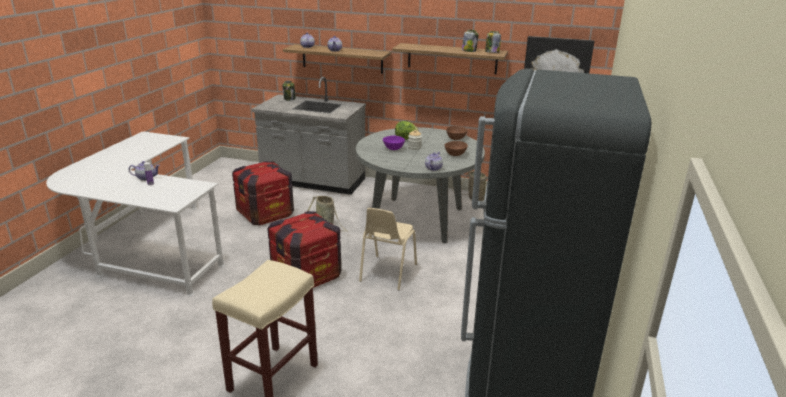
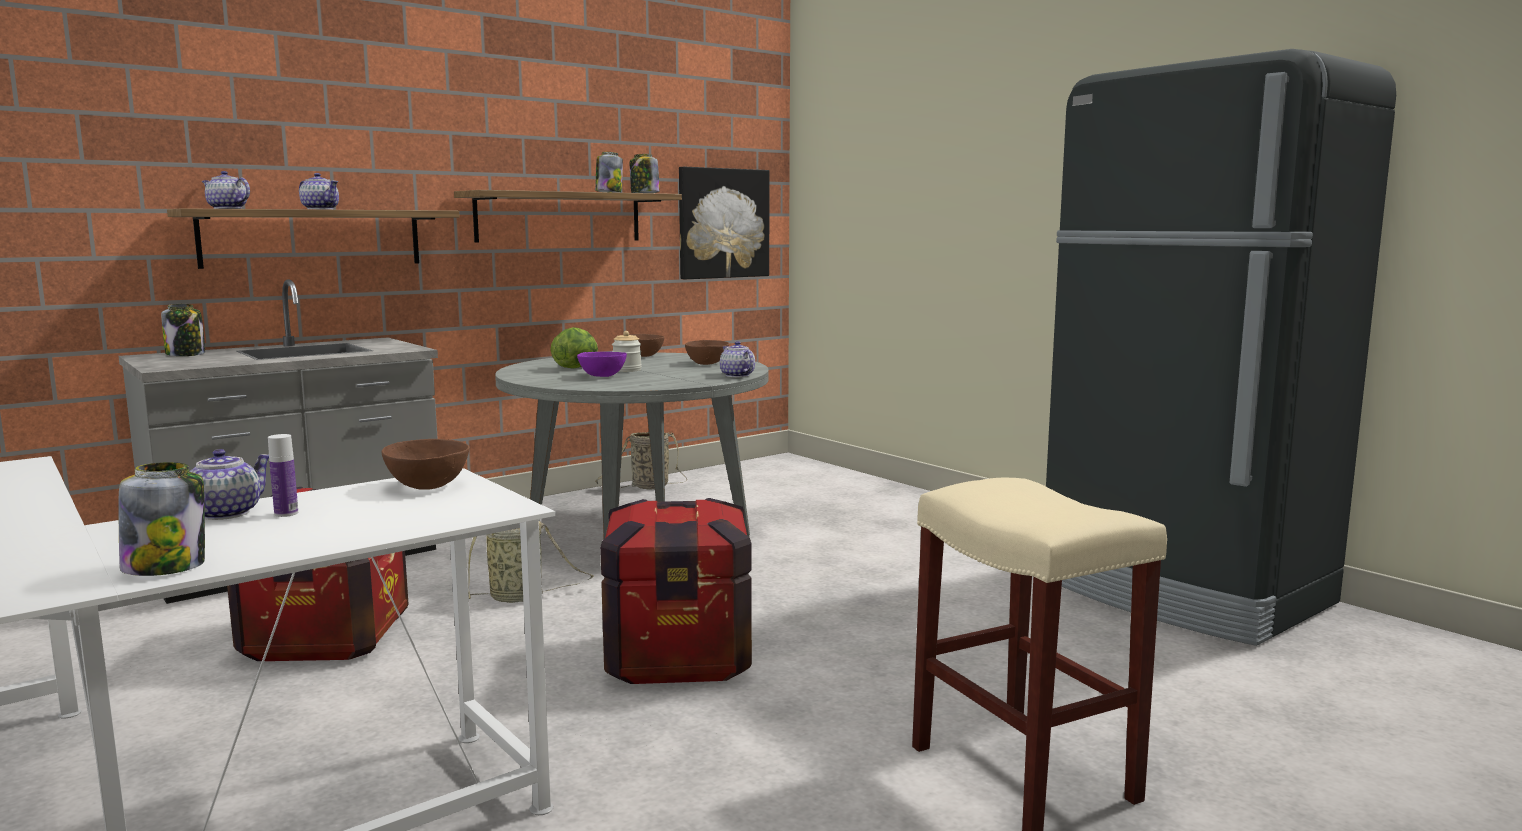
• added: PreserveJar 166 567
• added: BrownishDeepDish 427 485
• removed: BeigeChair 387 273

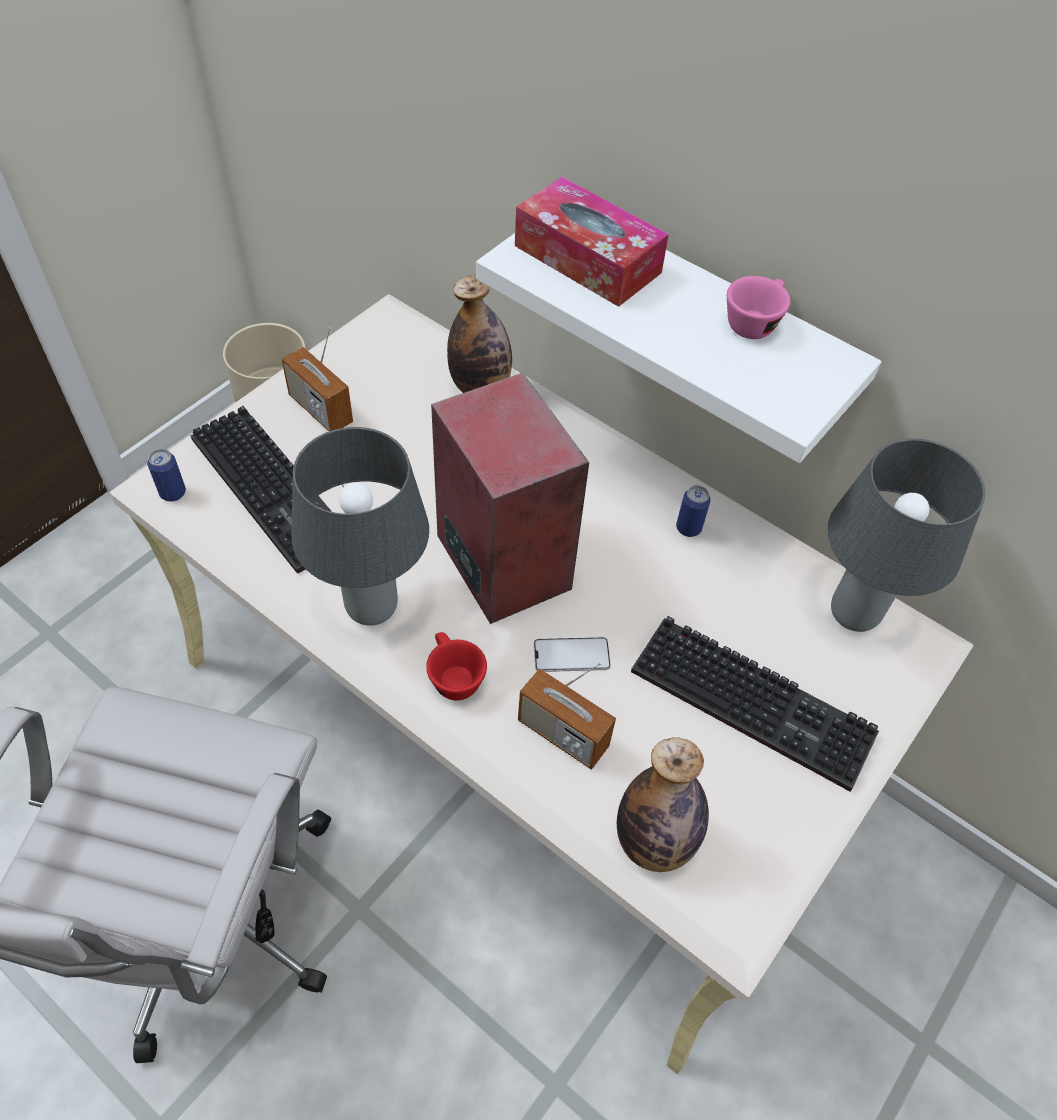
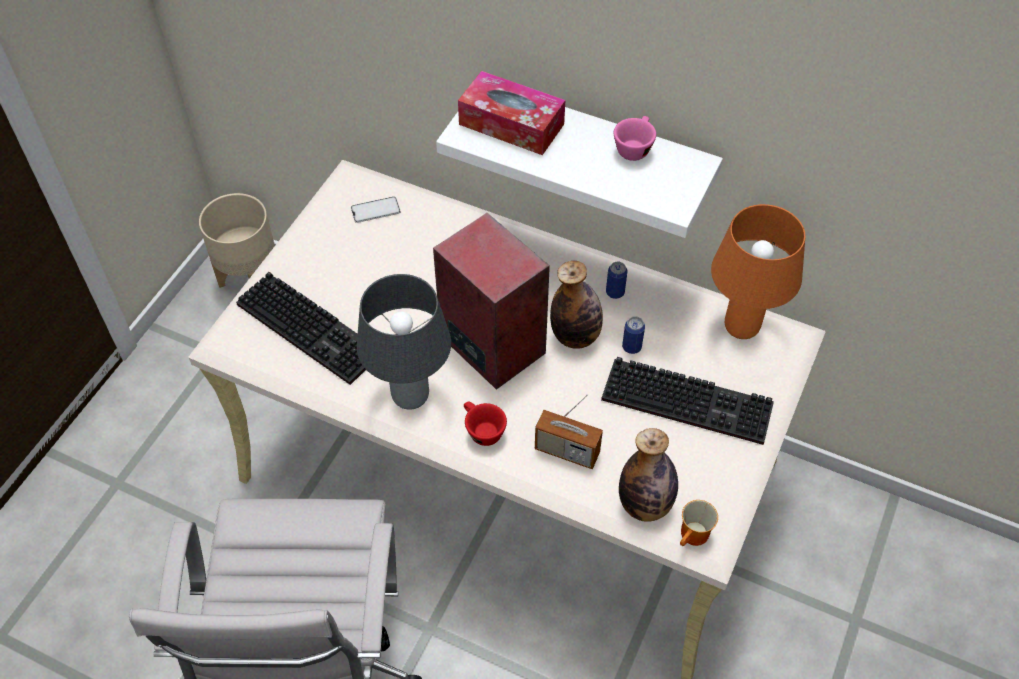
• moved: Handset 571 655 to 375 210
• moved: Bottle 480 386 to 575 336
• moved: MetalCan 173 493 to 631 347
• added: CoffeeMug 694 537
• recoloured: GreyishTableLamp 854 613 to OrangeTableLamp 741 327
• removed: Radio 320 409

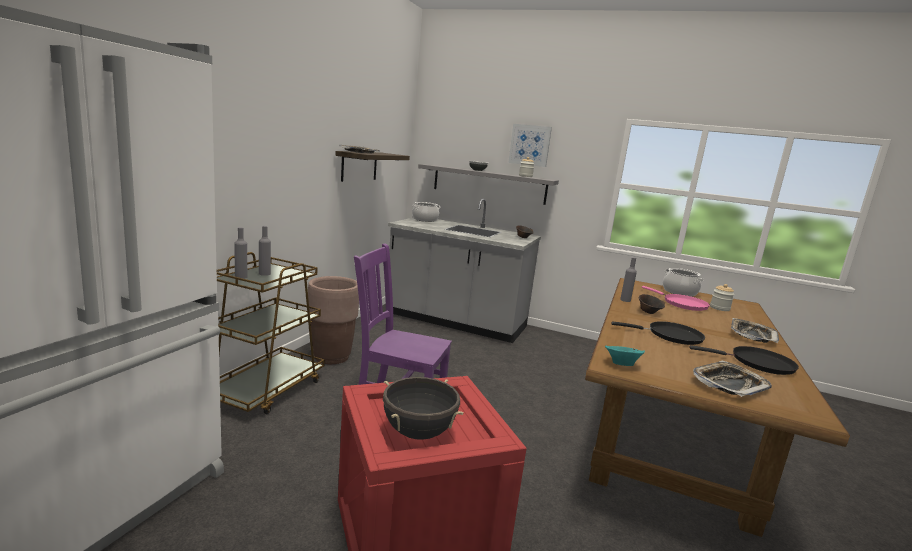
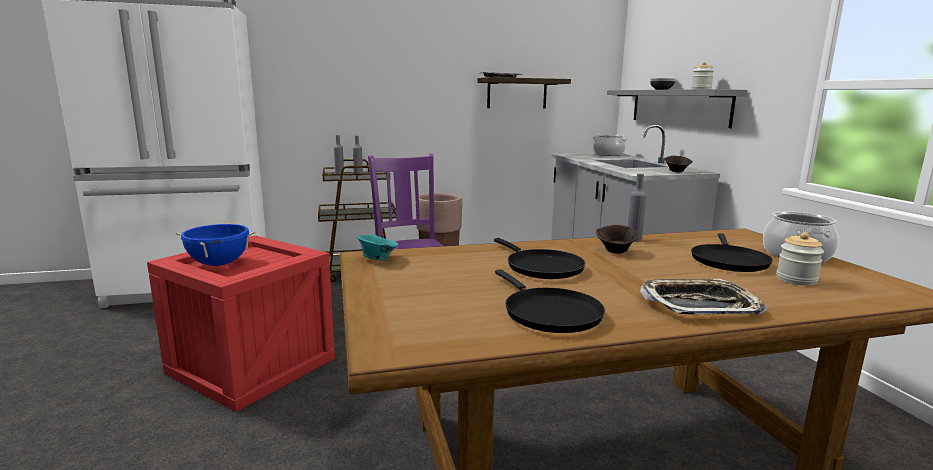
• recoloured: BlackColouredSaucepot 418 432 to BlueColouredSaucepot 219 264
• recoloured: PinkPan 682 304 to BlackColouredPan 728 261
• removed: WallArt 530 145
• removed: Tray 729 384

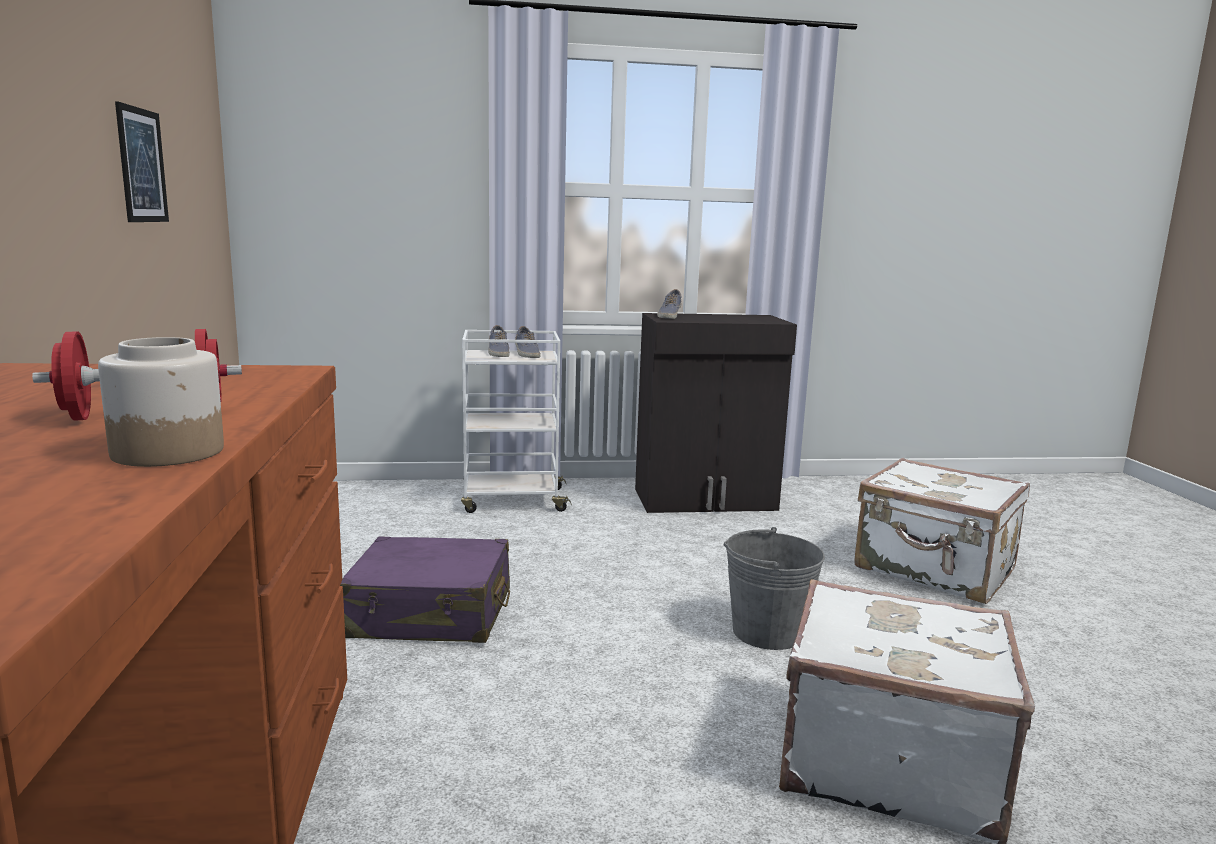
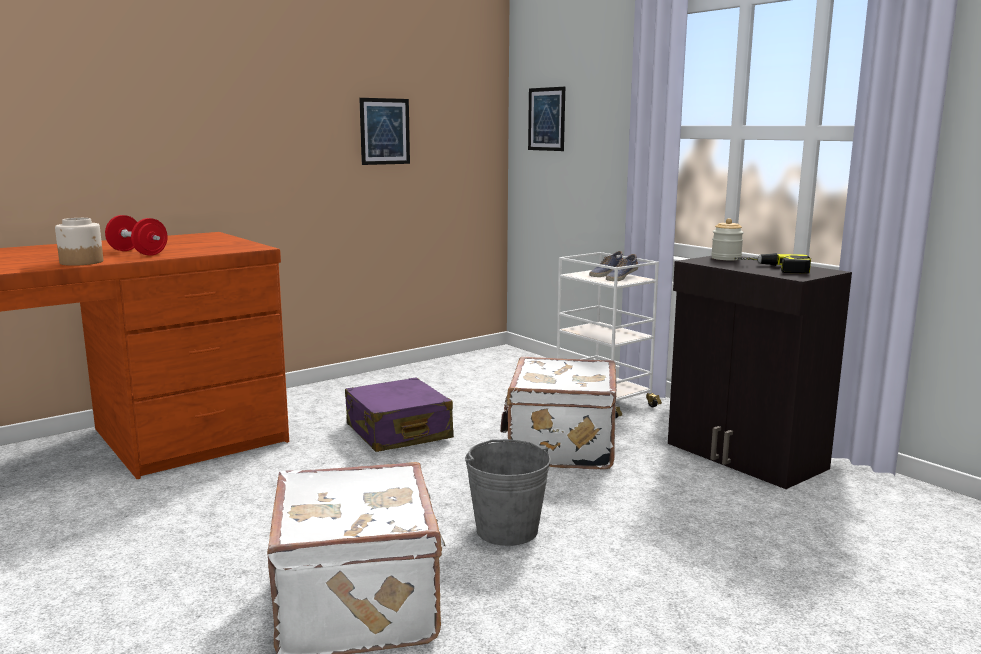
• moved: WhitePieceOfLuggage 934 570 to 559 447
• added: WallArt 546 119
• replaced: LowShoe 669 316 to PreserveJar 726 258
• added: Drill 774 269

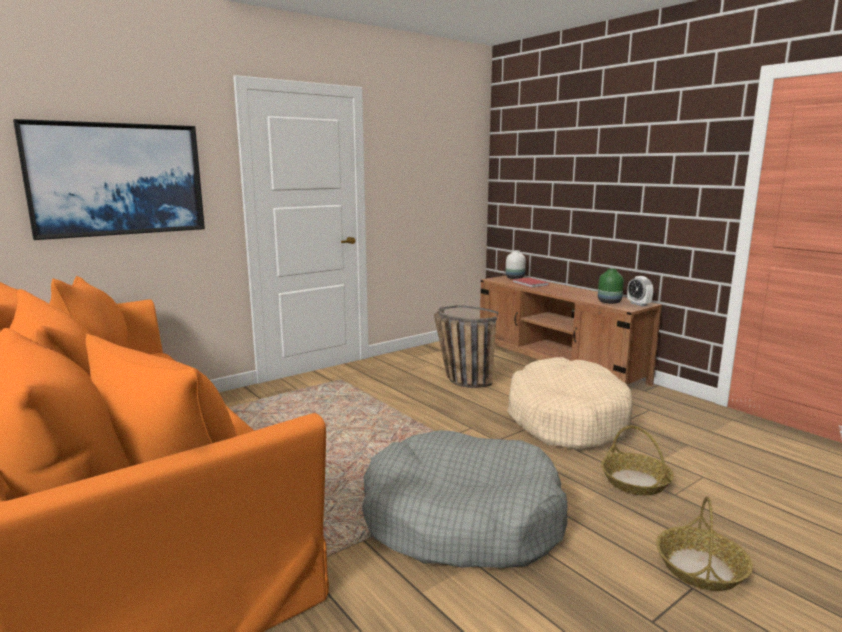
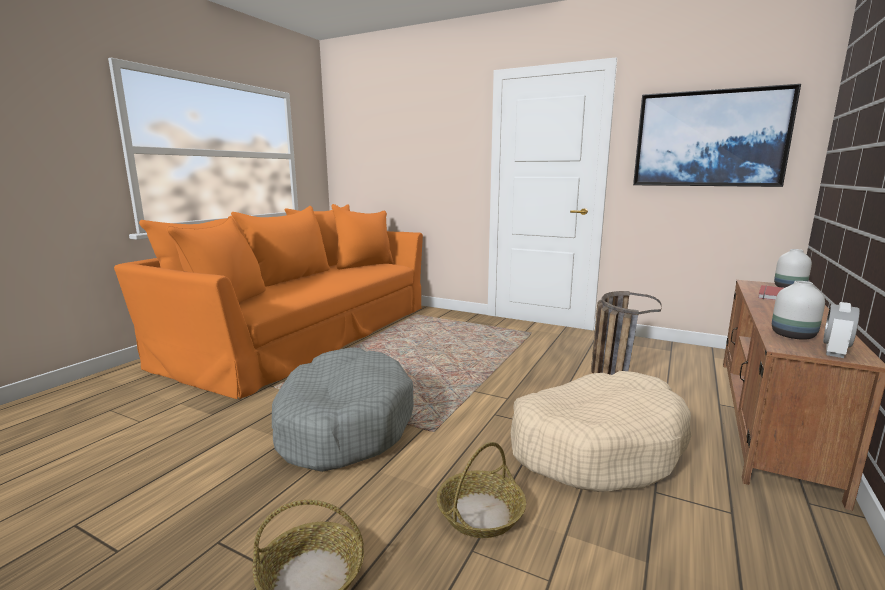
• moved: WallArt 117 179 to 709 139
• recoloured: GreenColouredVase 608 302 to WhiteVase 792 335

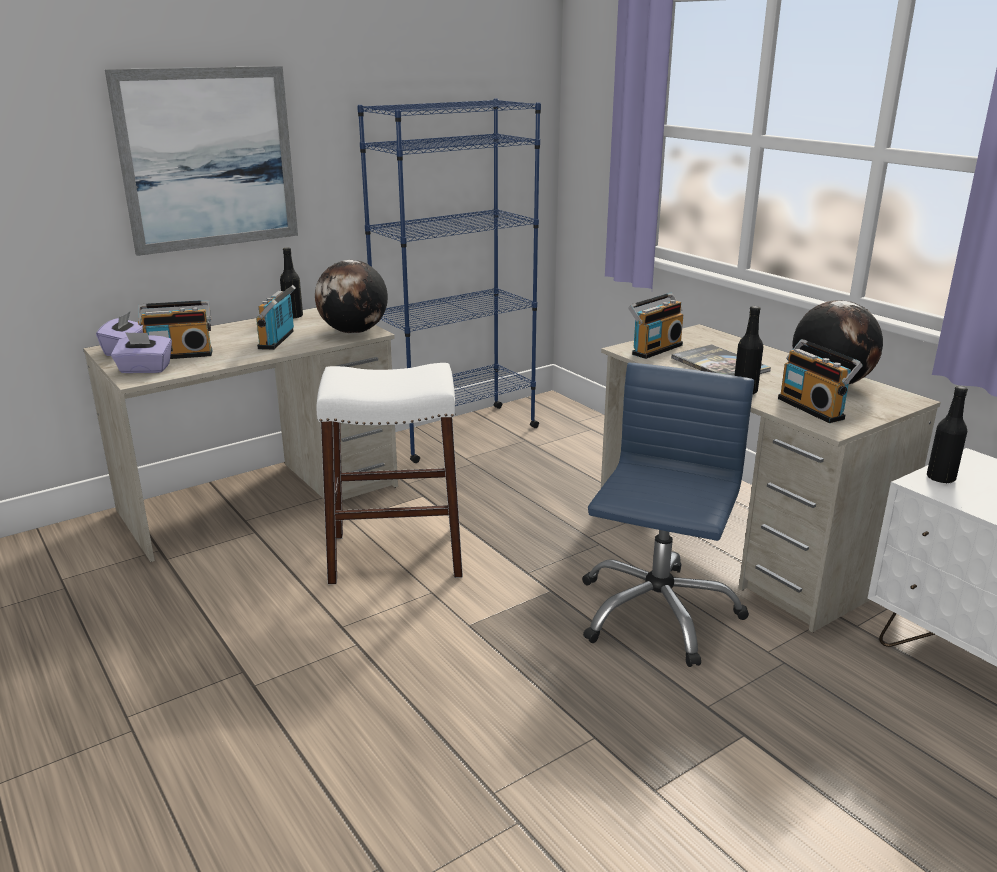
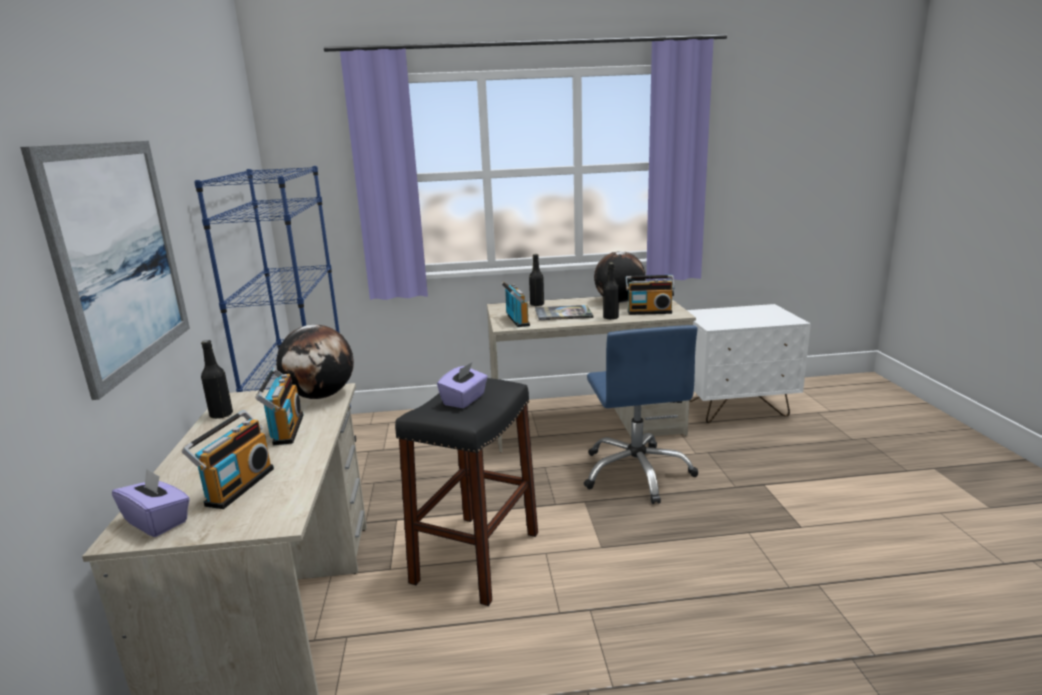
• turned: Radio 279 340 = 285 430 135 degrees counterclockwise
• recoloured: WhiteStoolSeat 395 555 to BlackColouredStoolSeat 476 557
• moved: PurplishBoxOfTissues 145 369 to 464 400
• moved: BlackColouredBottle 940 478 to 537 304
• turned: BlueColouredDeskChair 656 612 = 637 472 150 degrees counterclockwise

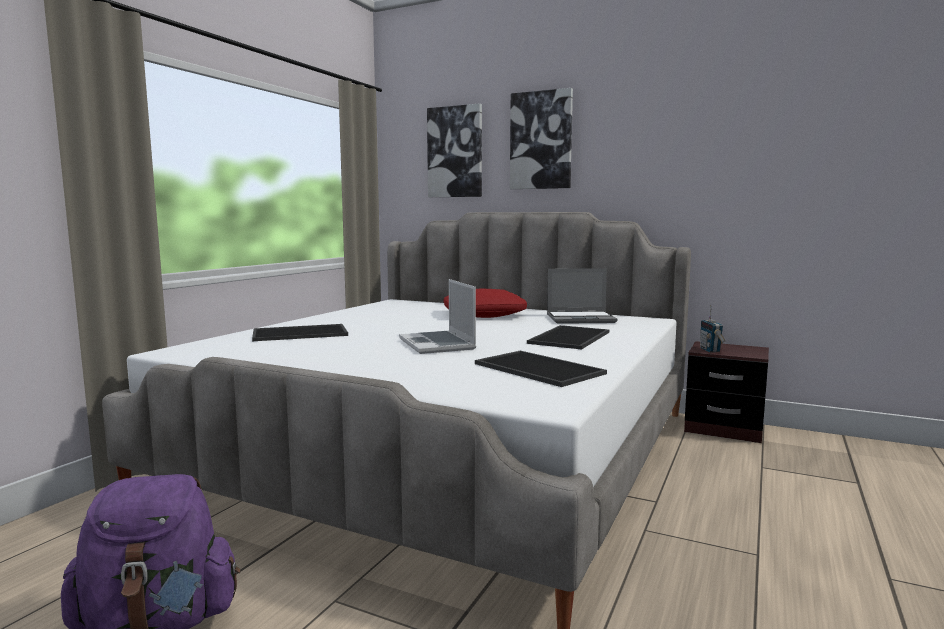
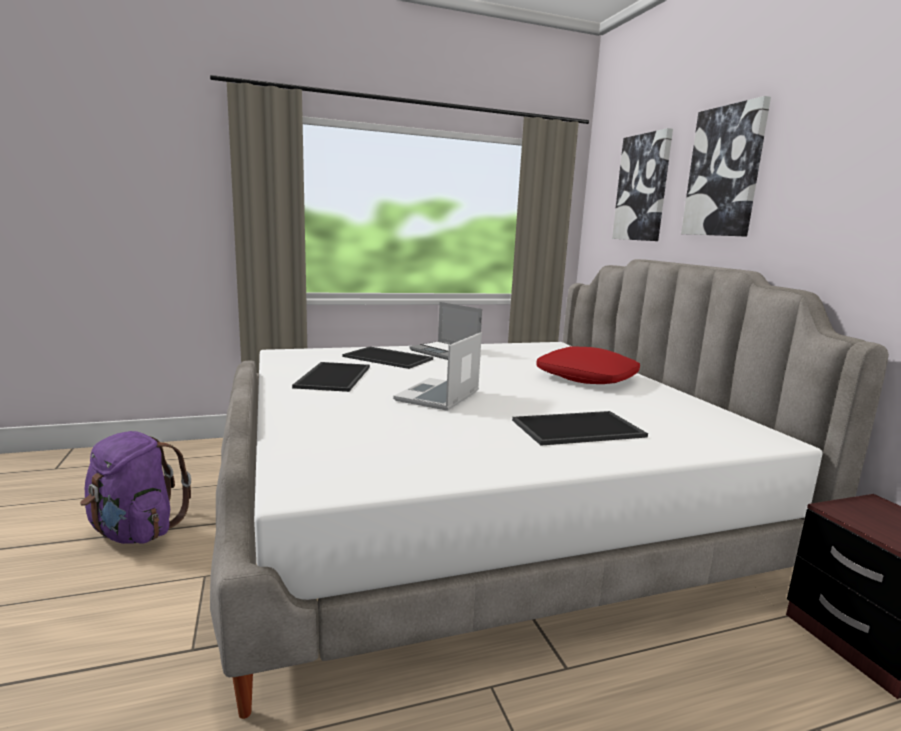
• moved: Tray 536 369 to 332 376
• moved: NotebookComputer 581 319 to 446 352
• removed: Radio 710 350

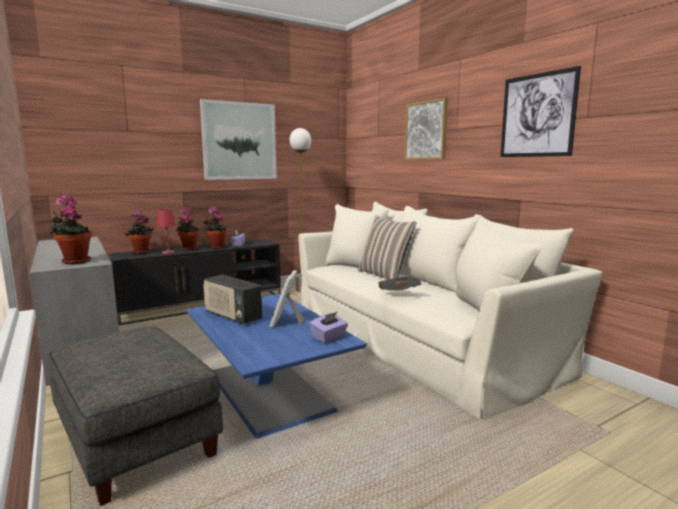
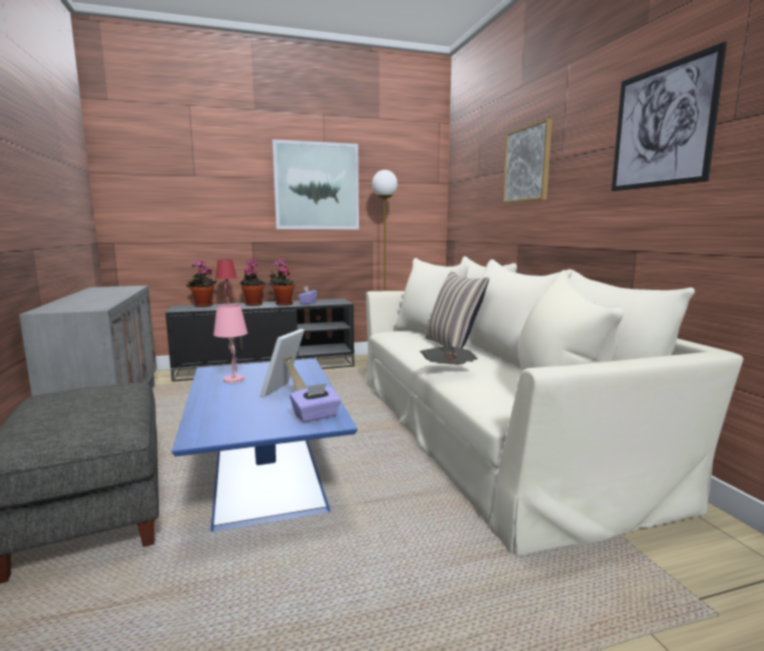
• replaced: Radio 232 316 to PinkTableLamp 234 380
• removed: PlantInAPot 74 261

